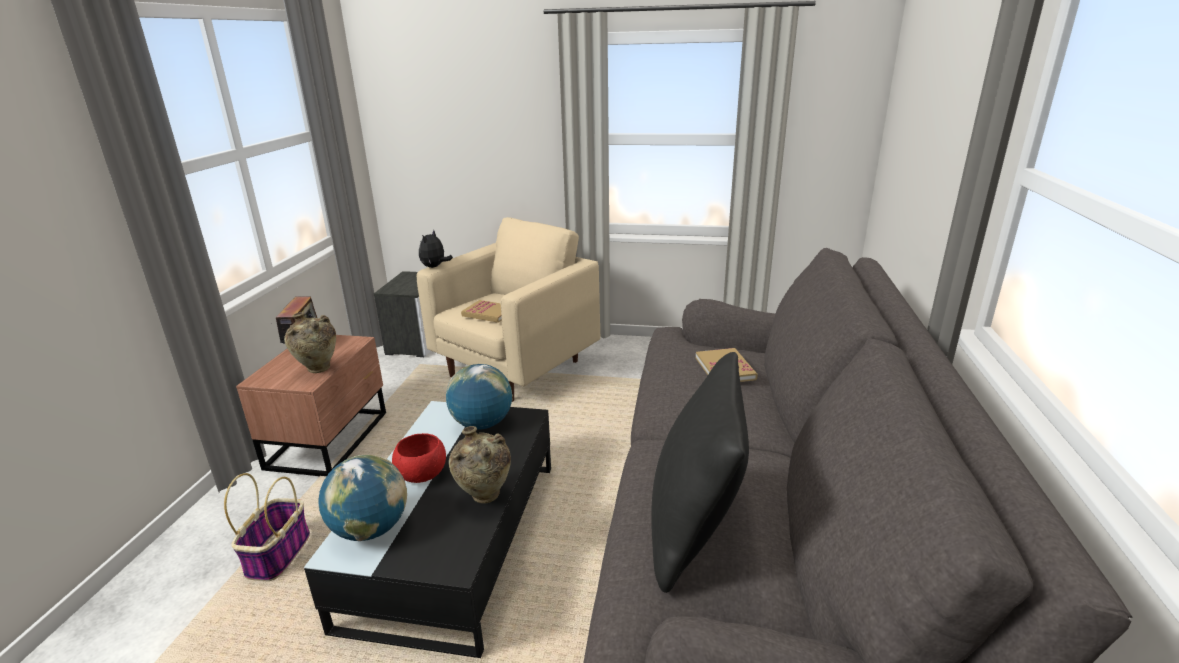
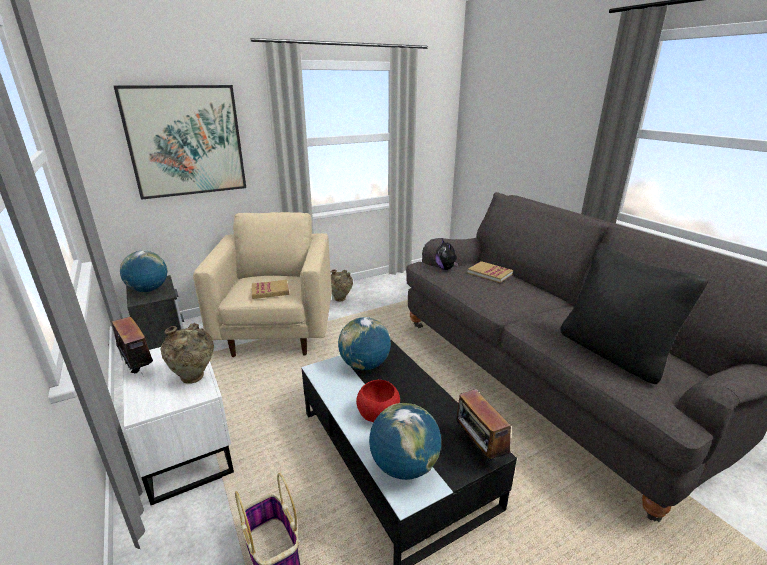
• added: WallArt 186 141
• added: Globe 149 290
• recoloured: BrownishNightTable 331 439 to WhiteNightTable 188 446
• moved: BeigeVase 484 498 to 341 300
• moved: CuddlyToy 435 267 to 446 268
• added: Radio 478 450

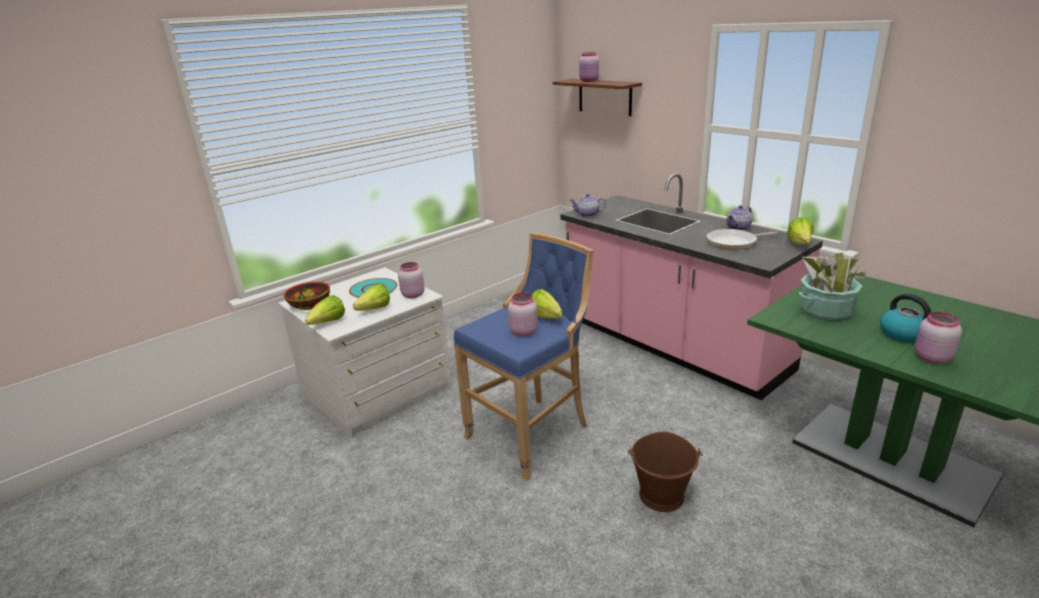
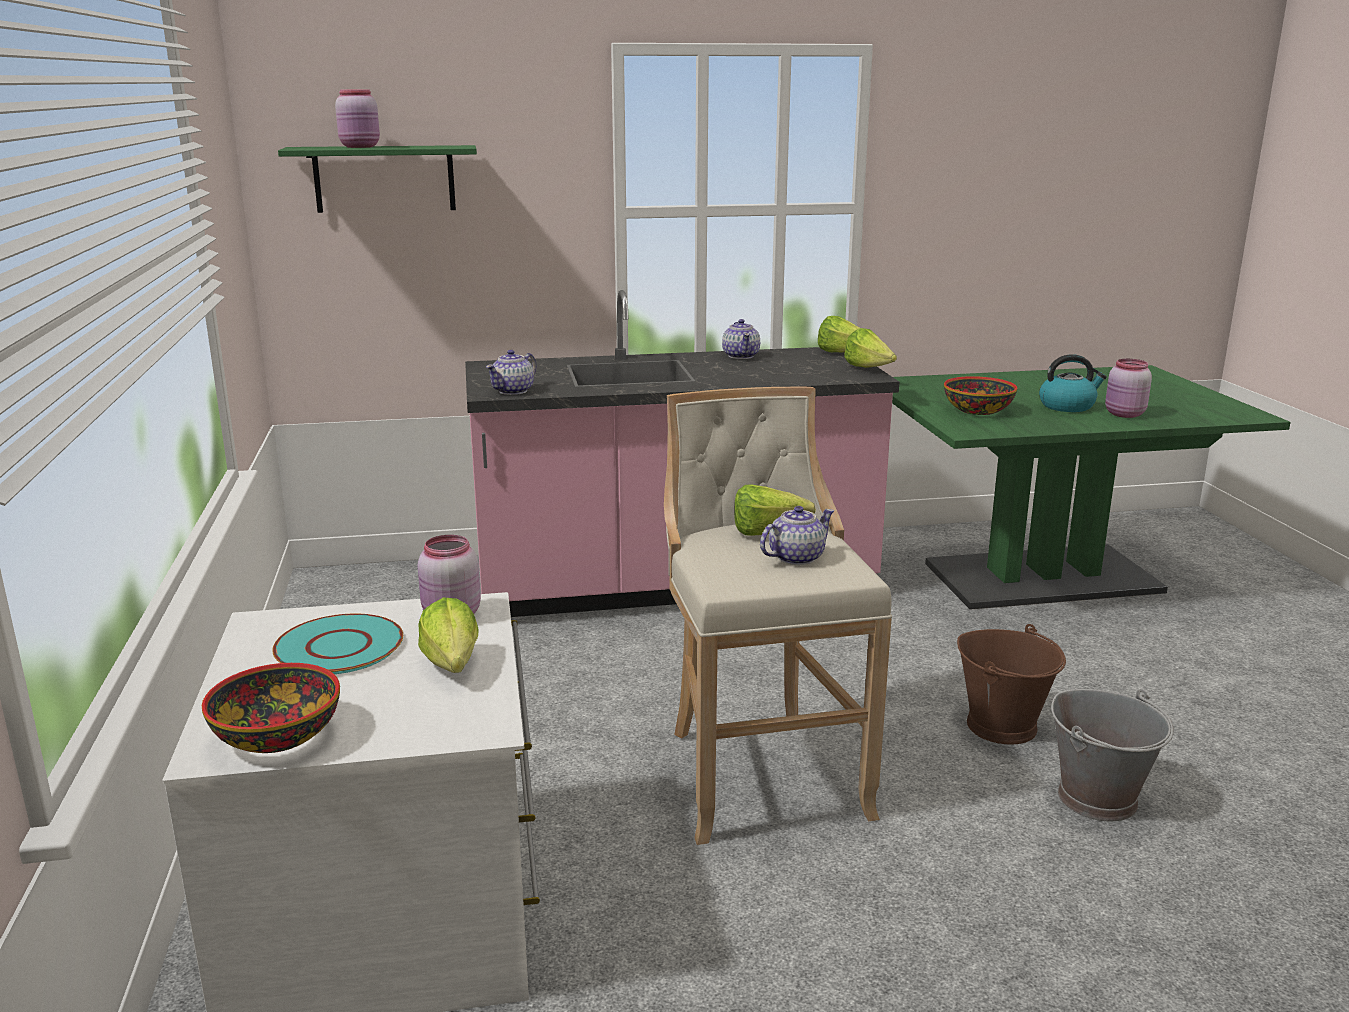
• recoloured: BrownishWallShelf 605 97 to GreenColouredWallShelf 384 178
• recoloured: BlueColouredStoolSeat 532 432 to BeigeStoolSeat 759 771
• replaced: PinkPreserveJar 523 331 to TeaPot 795 557
• moved: HeadOfLettuce 328 323 to 869 369
• replaced: PlantInAPot 825 310 to DeepDish 977 410
• added: GreyishBucket 1098 798
• removed: Pan 734 242

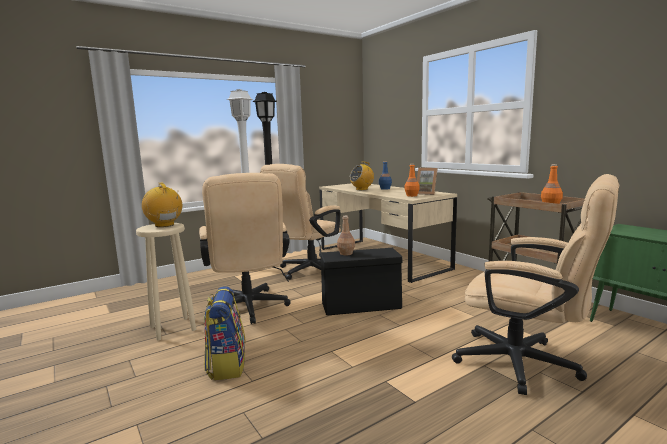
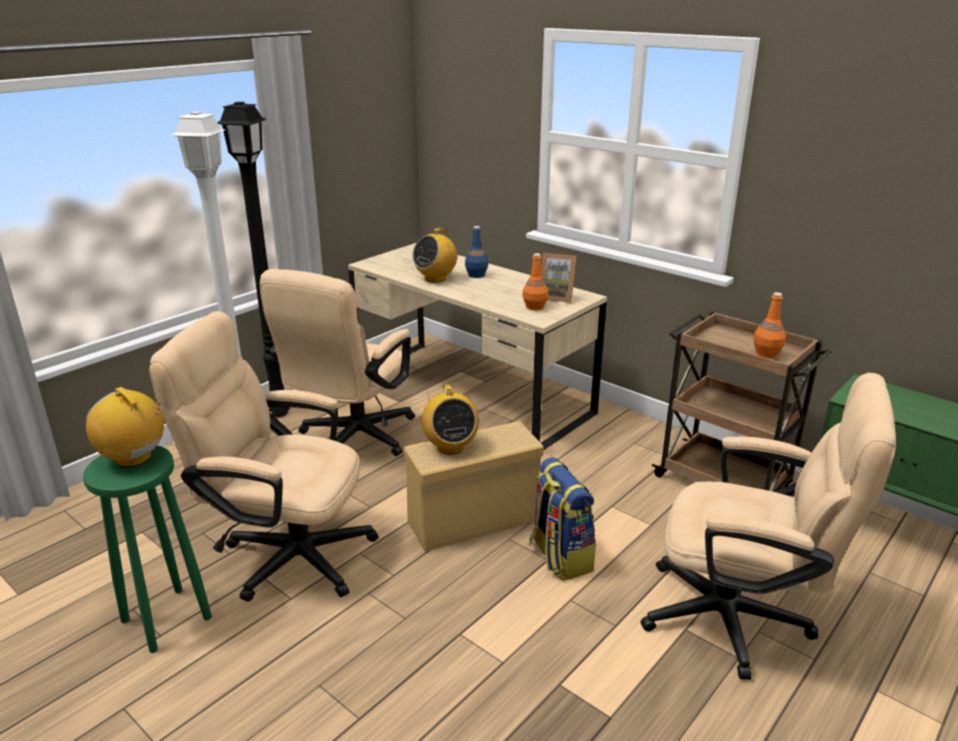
• recoloured: BeigeStoolSeat 172 328 to GreenColouredStoolSeat 165 619
• turned: BeigeDeskChair 248 309 = 285 553 135 degrees clockwise
• recoloured: BlackColouredStorageContainer 362 305 to BeigeStorageContainer 475 520
• replaced: BrownishBottle 346 253 to Radio 450 447
• moved: Backpack 226 365 to 559 557

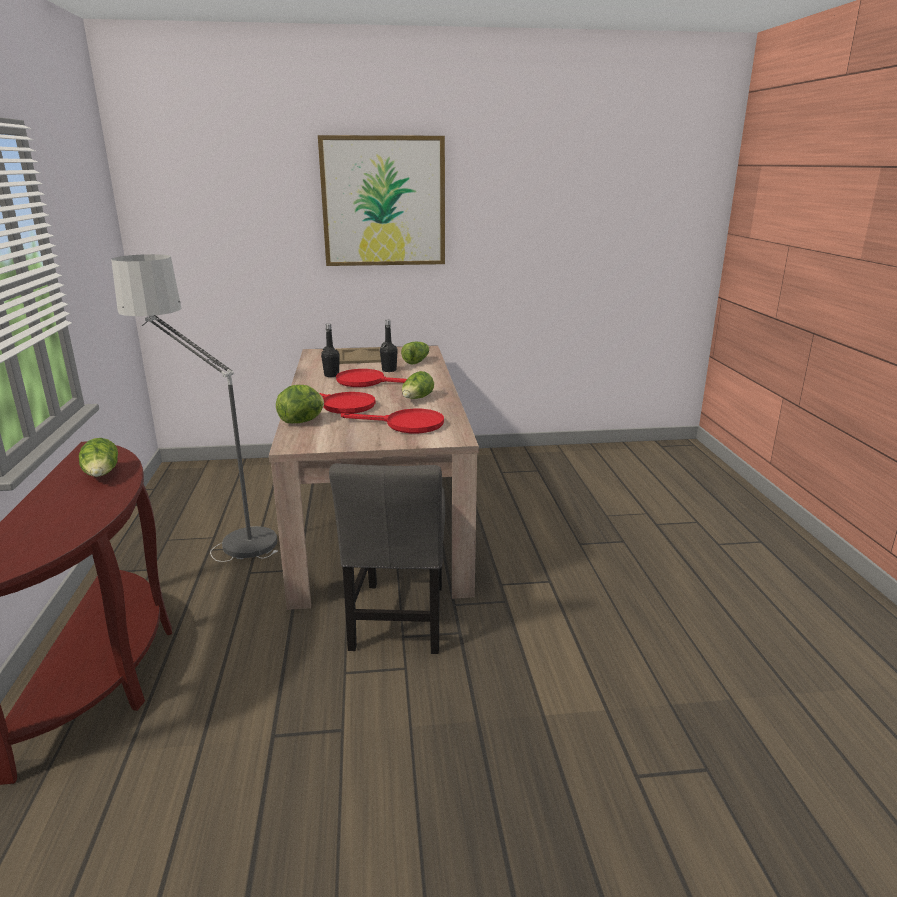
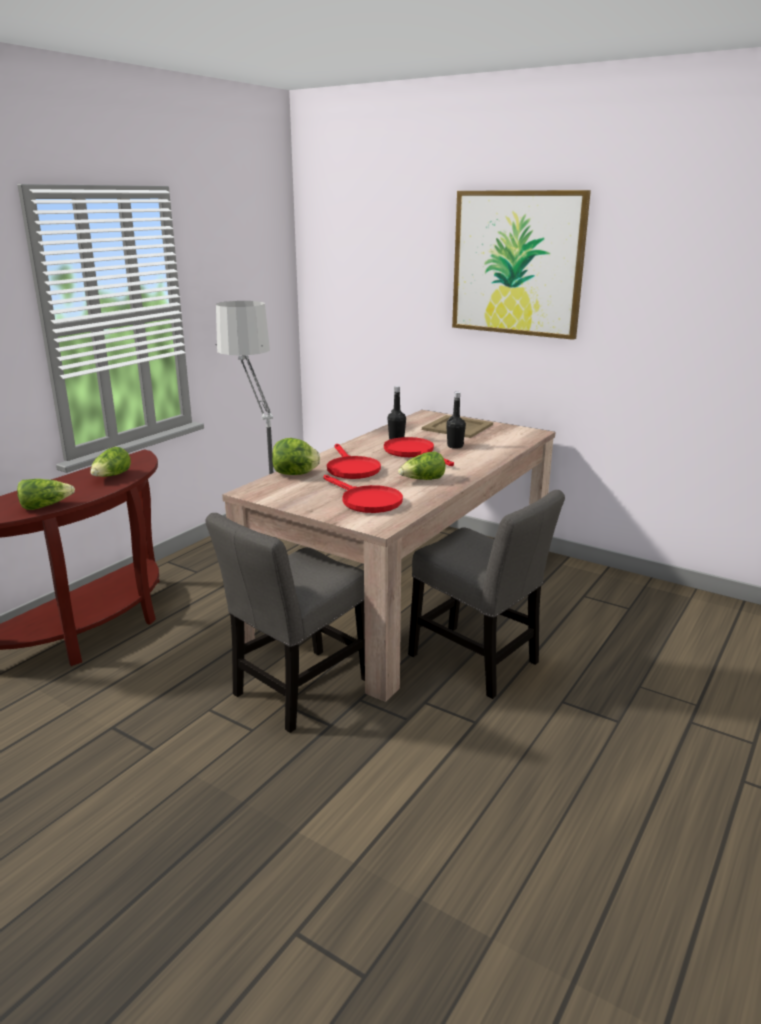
• moved: HeadOfLettuce 416 361 to 45 506
• added: GreyishChair 478 662

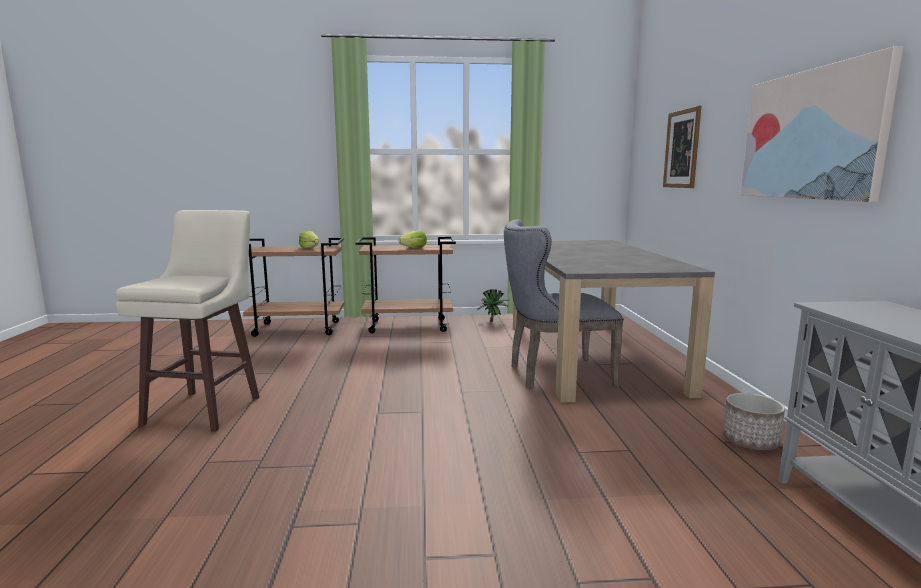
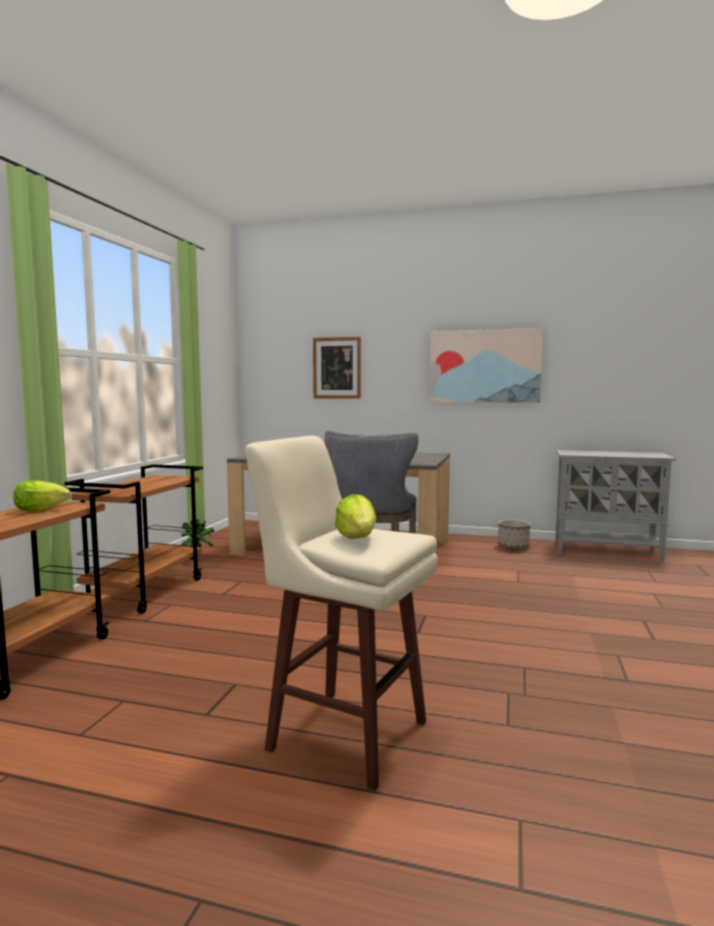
• moved: HeadOfLettuce 414 248 to 357 538

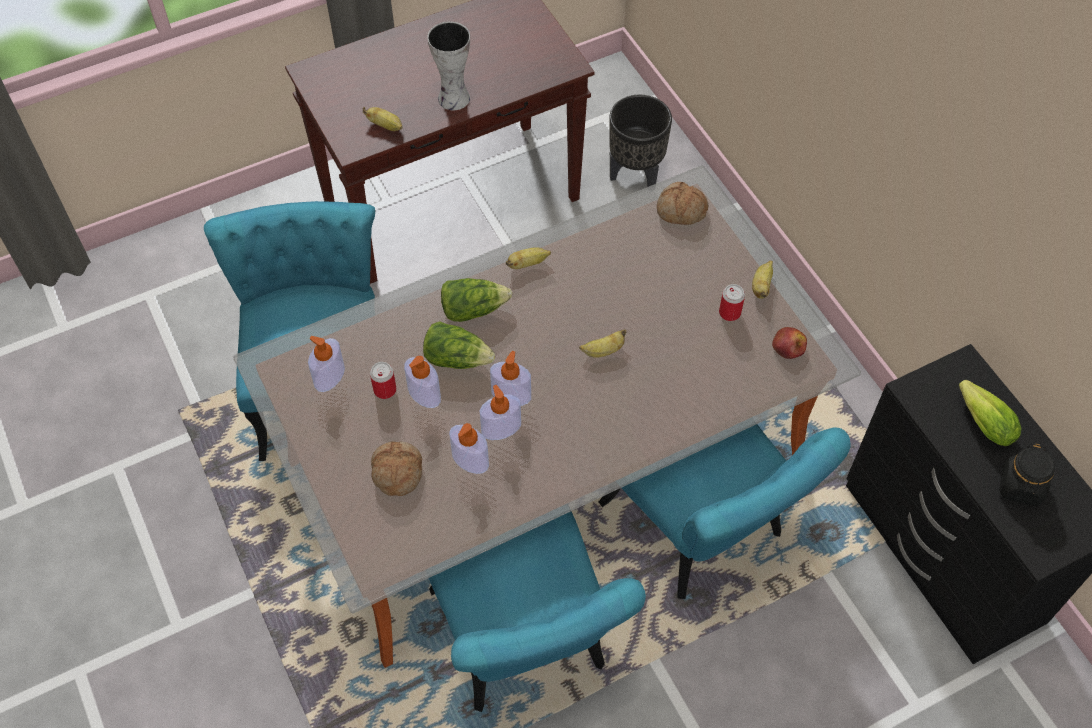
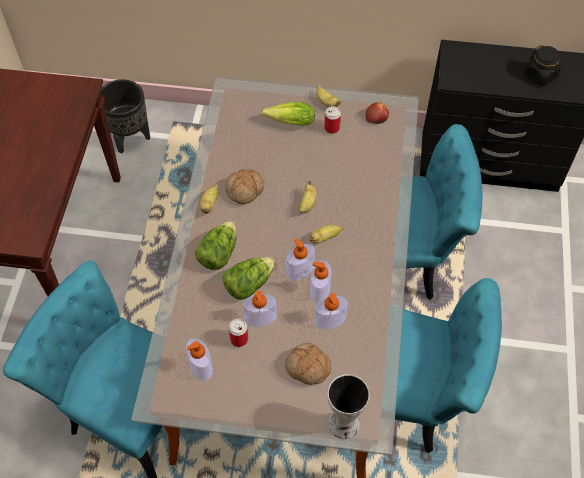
• moved: BakedBread 681 211 to 245 190
• moved: HeadOfLettuce 982 420 to 288 122
• moved: BananaFruit 386 126 to 325 238
• moved: Vase 452 98 to 343 425

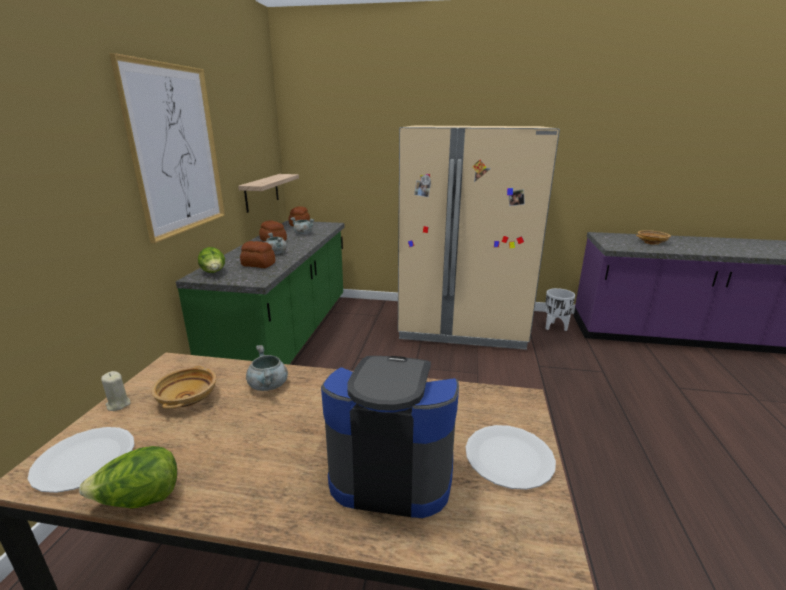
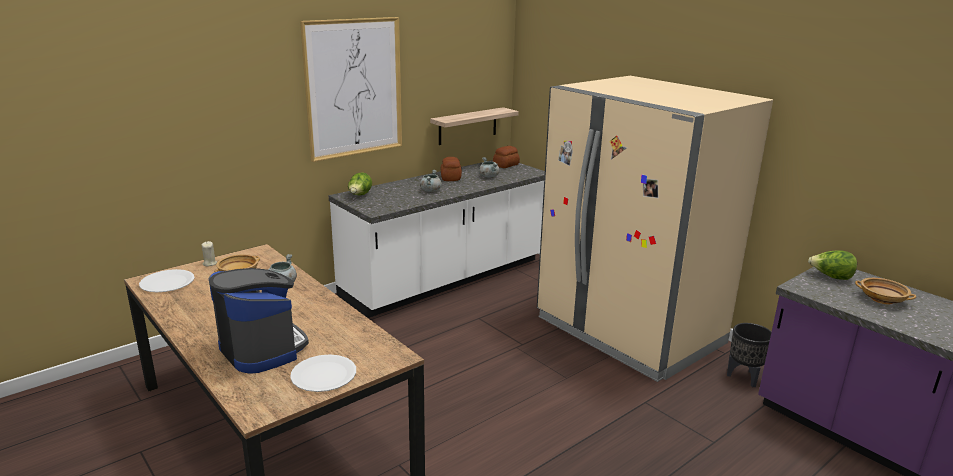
• recoloured: GreenColouredKitchenBaseUnit 287 338 to WhiteKitchenBaseUnit 446 278
• recoloured: WhitePlanter 555 327 to BlackColouredPlanter 744 378
• moved: HeadOfLettuce 139 500 to 831 277
• removed: BakedBread 258 265

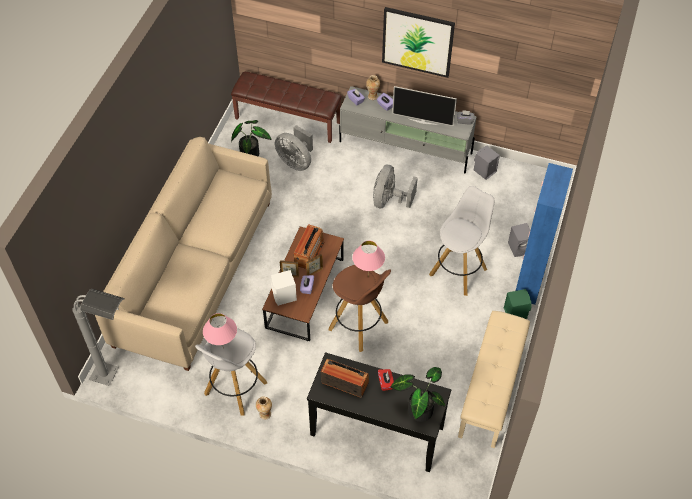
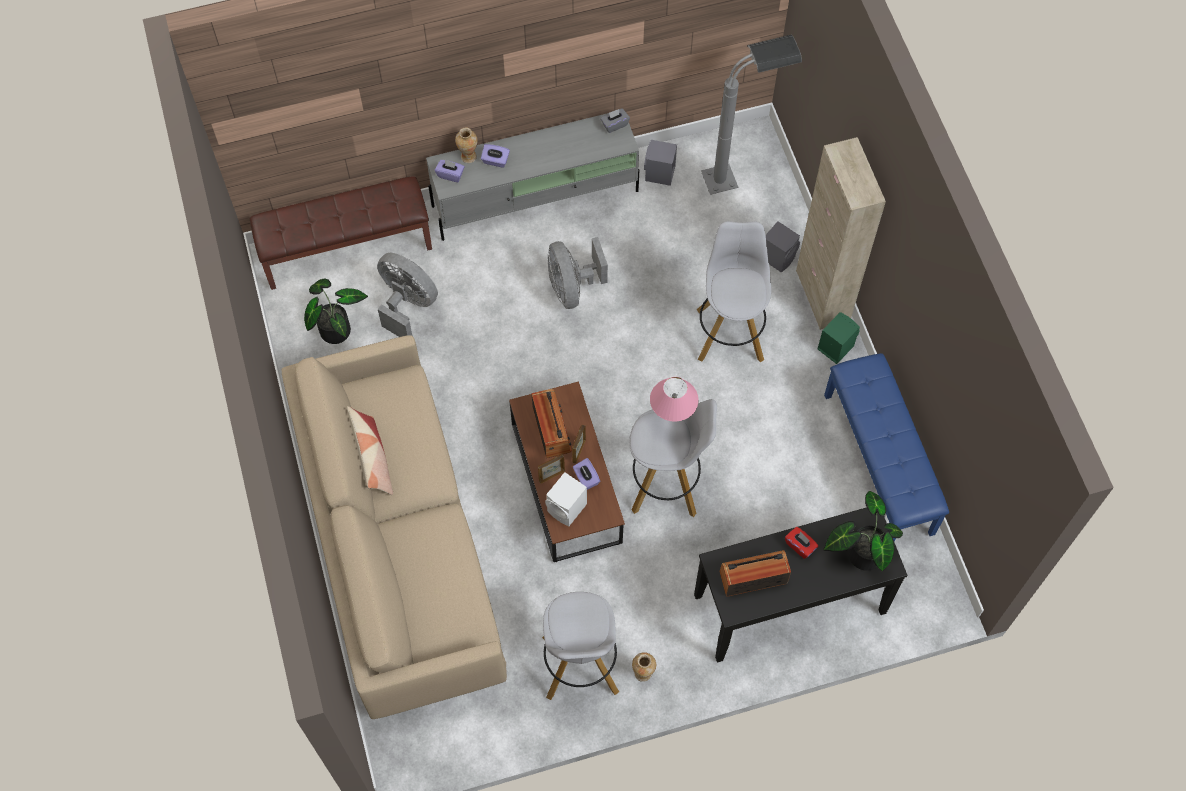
• added: Cushion 372 459
• turned: GreyishCoolingFan 296 162 = 407 304 150 degrees counterclockwise
• recoloured: BrownishStoolSeat 359 326 to WhiteStoolSeat 667 483
• moved: GreyishStandardLamp 119 378 to 739 175
• recoloured: BlueColouredCupboard 529 282 to BeigeCupboard 822 296
• recoloured: BeigeBench 492 389 to BlueColouredBench 879 463
• removed: PinkTableLamp 223 348
• removed: WallArt 417 42
• removed: TvSet 423 121

